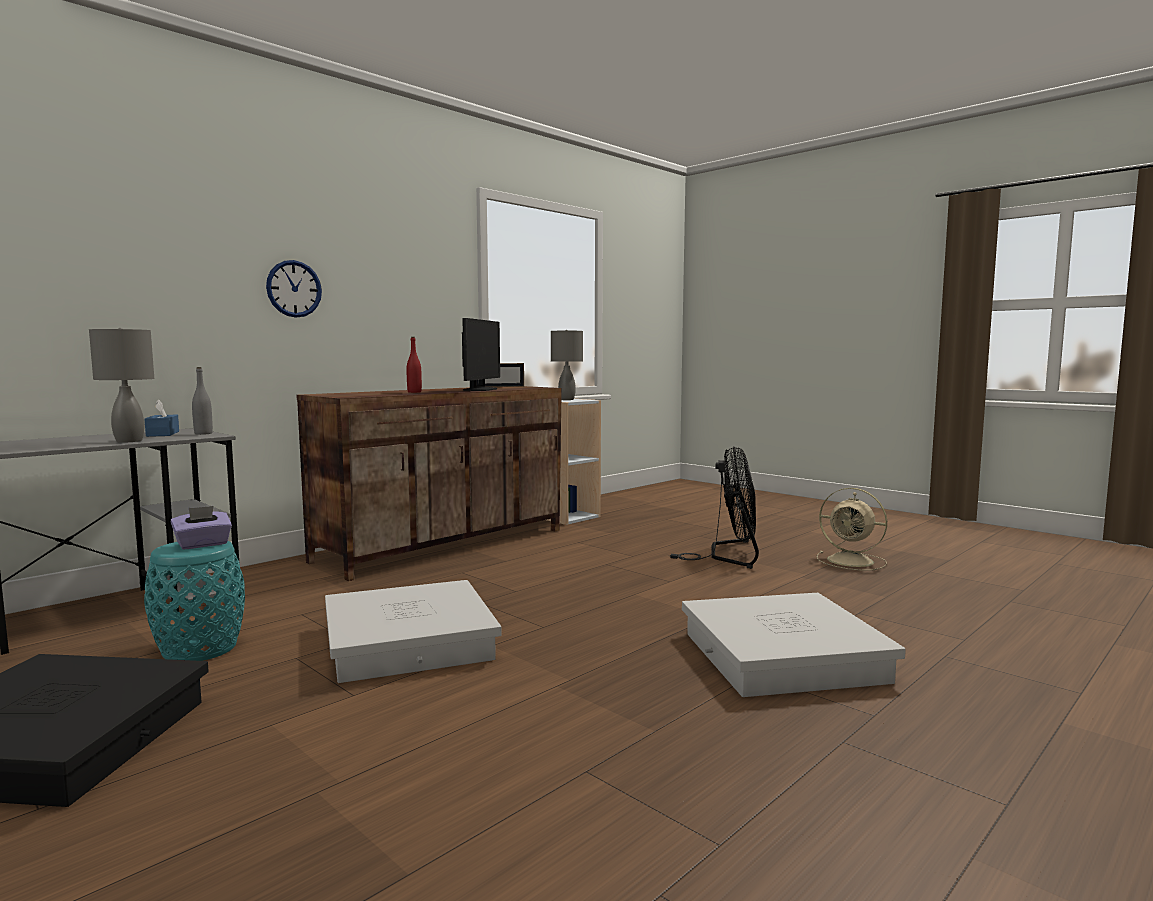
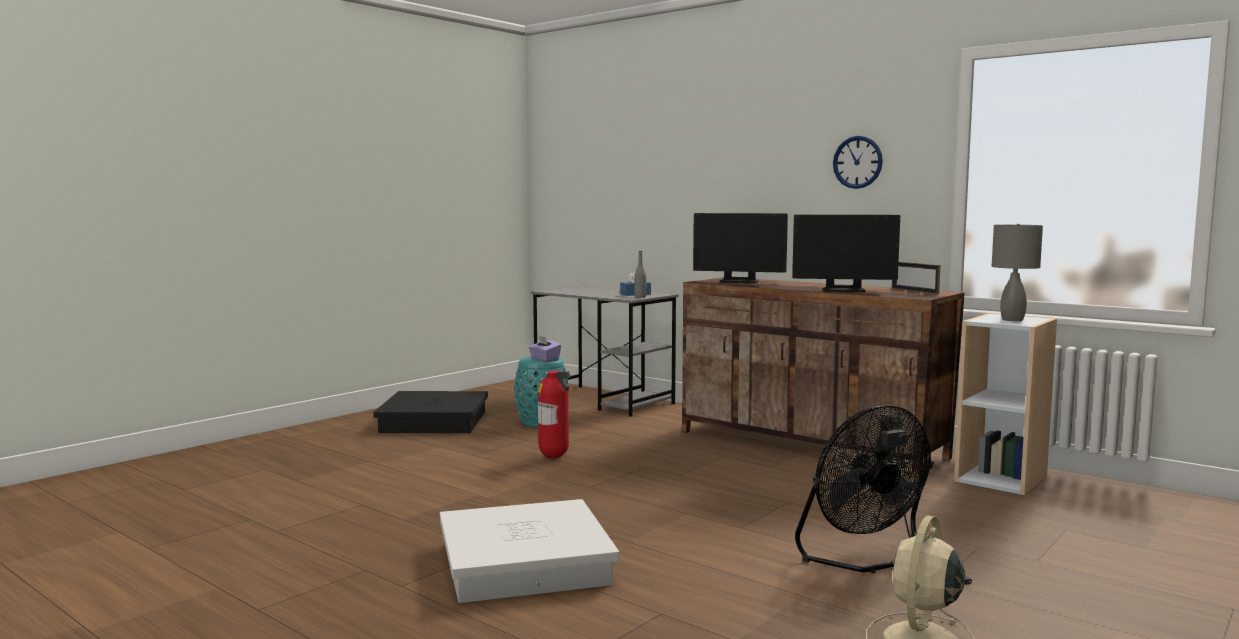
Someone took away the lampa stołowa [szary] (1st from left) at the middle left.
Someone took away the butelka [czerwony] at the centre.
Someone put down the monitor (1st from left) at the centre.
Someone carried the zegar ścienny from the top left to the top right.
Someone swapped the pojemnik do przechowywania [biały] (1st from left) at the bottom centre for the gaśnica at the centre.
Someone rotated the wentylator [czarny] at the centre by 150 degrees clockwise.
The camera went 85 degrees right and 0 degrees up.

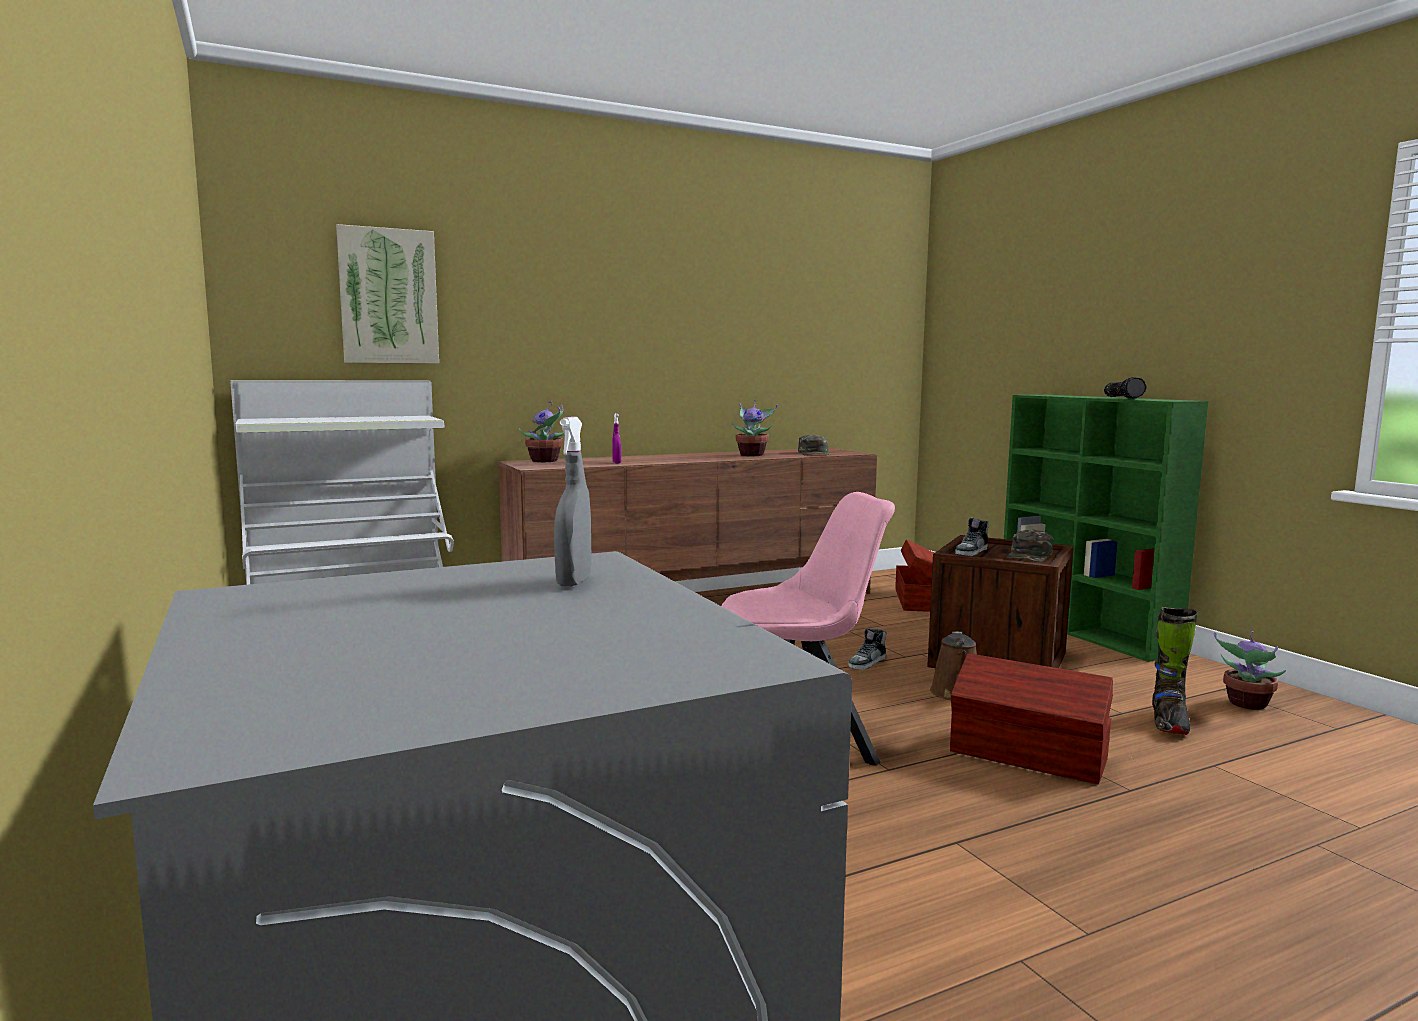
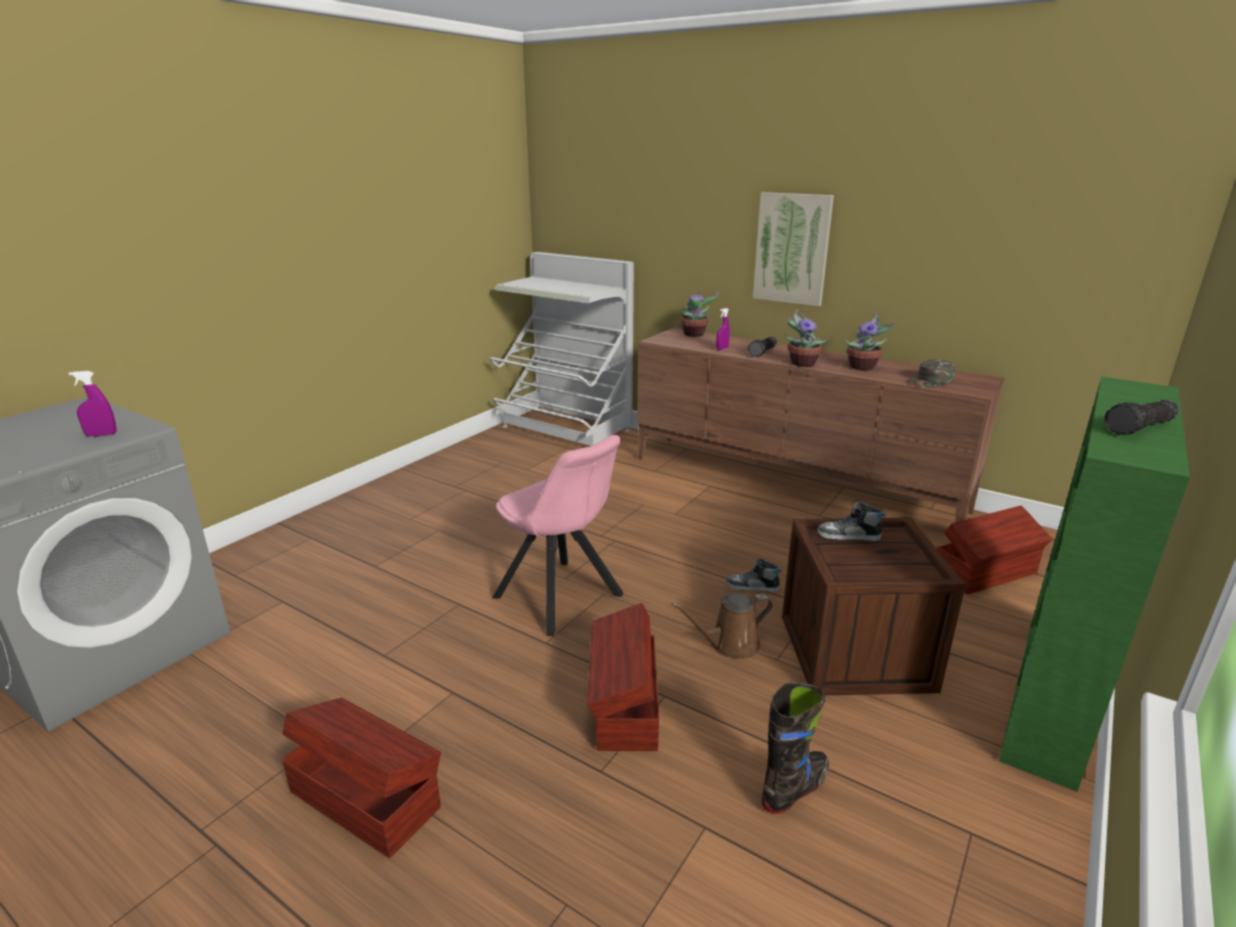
Someone took away the czapka z daszkiem [zielony] (2nd from left) at the middle right.
Someone put down the pojemnik do przechowywania [brązowy] (1st from left) at the bottom left.
Someone put down the latarka (1st from left) at the centre.
Someone carried the obraz from the top left to the top centre.
Someone carried the roślina doniczkowa (3rd from left in the first image) from the middle right to the centre.
Someone repainted the spryskiwacz [szary] at the centre, which became the spryskiwacz [fioletowy] (1st from left) at the middle left.
Someone rotated the but z cholewką [czarny] at the middle right by 150 degrees clockwise.
The camera went 60 degrees right and 15 degrees up.

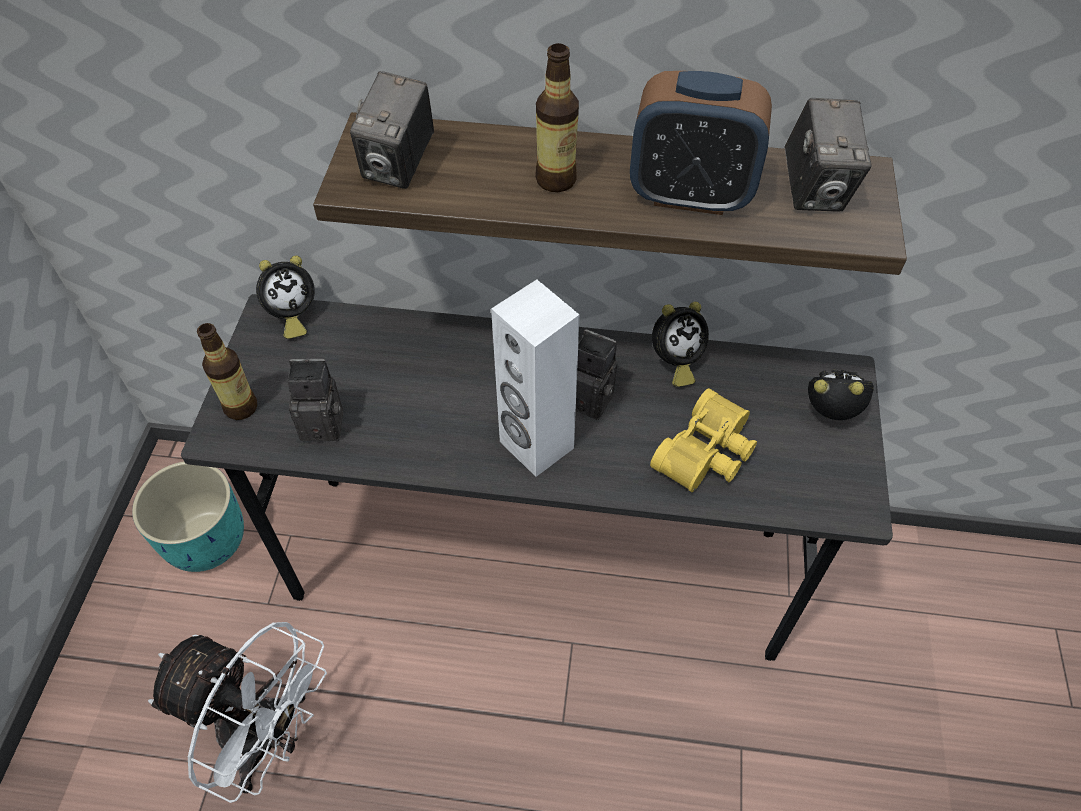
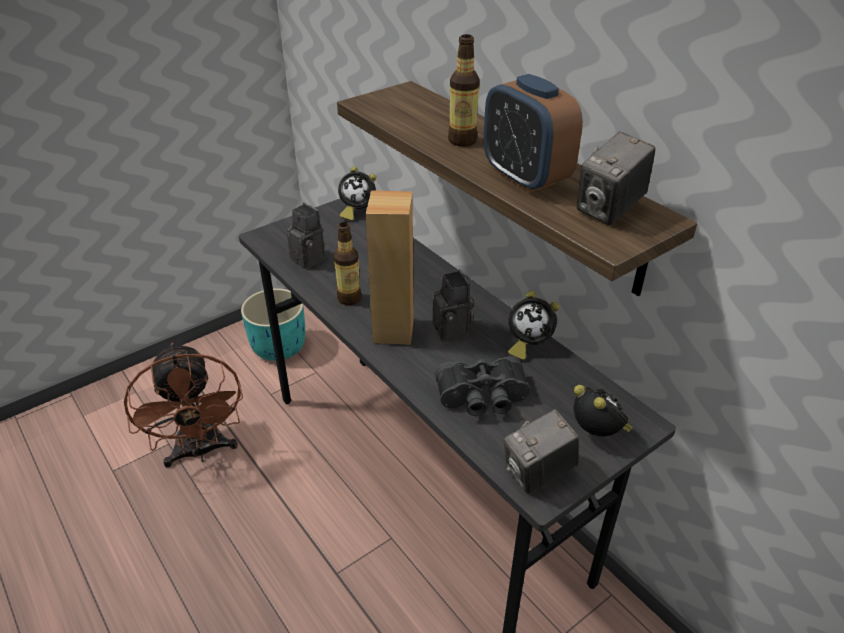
Someone carried the butelka (1st from left) from the middle left to the centre.
Someone carried the aparat fotograficzny (2nd from left in the first image) from the top centre to the bottom centre.
Someone repainted the wentylator [biały] at the bottom left, which became the wentylator [brązowy] at the middle left.
Someone repainted the głośnik [biały] at the centre, which became the głośnik [brązowy] at the centre.
Someone repainted the lornetka [żółty] at the centre, which became the lornetka [czarny] at the centre.
The camera went 45 degrees right and 15 degrees down.

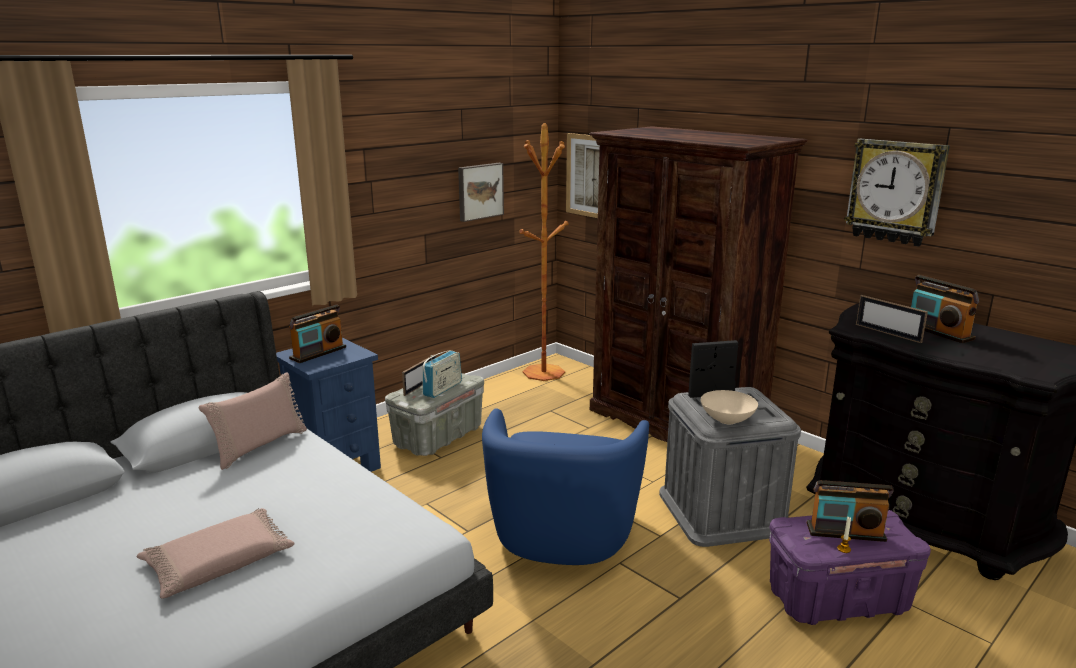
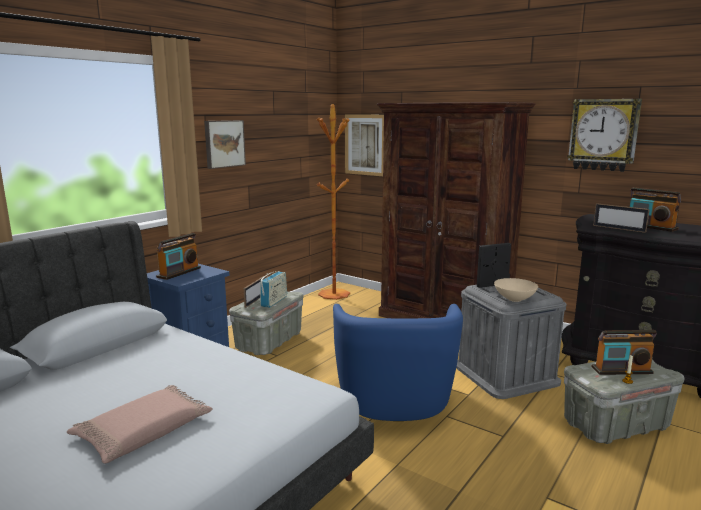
Someone took away the poduszka [beżowy] (2nd from left) at the middle left.
Someone carried the obraz (1st from left) from the top centre to the top left.
Someone repainted the pojemnik do przechowywania [fioletowy] at the bottom right, which became the pojemnik do przechowywania [szary] (3rd from left) at the bottom right.
The camera went 10 degrees left and 5 degrees down.

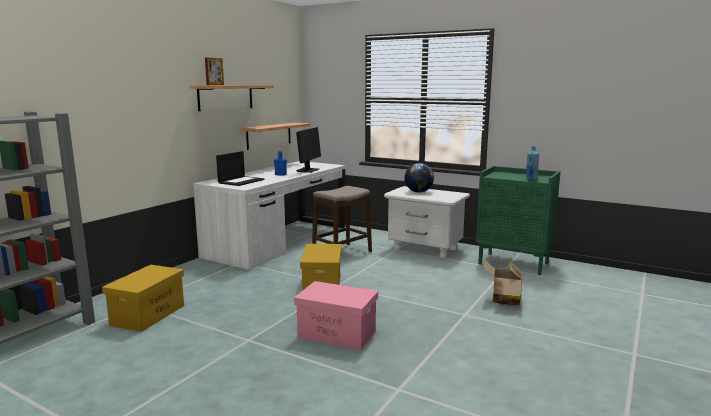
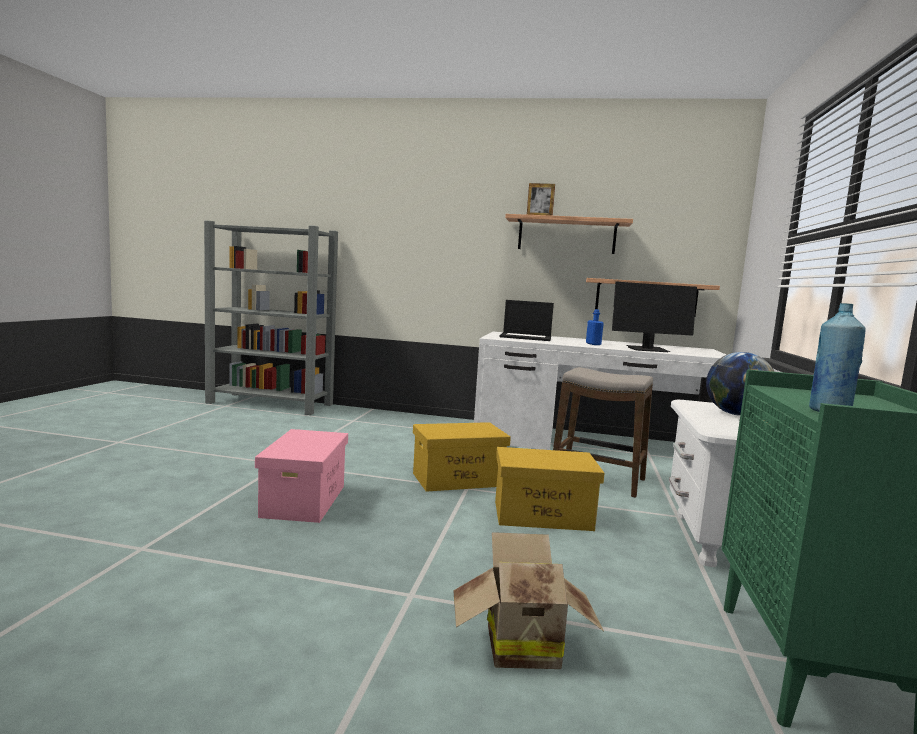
Someone carried the pojemnik do przechowywania [żółty] (1st from left in the first image) from the bottom left to the centre.
The camera went 70 degrees right and 5 degrees down.

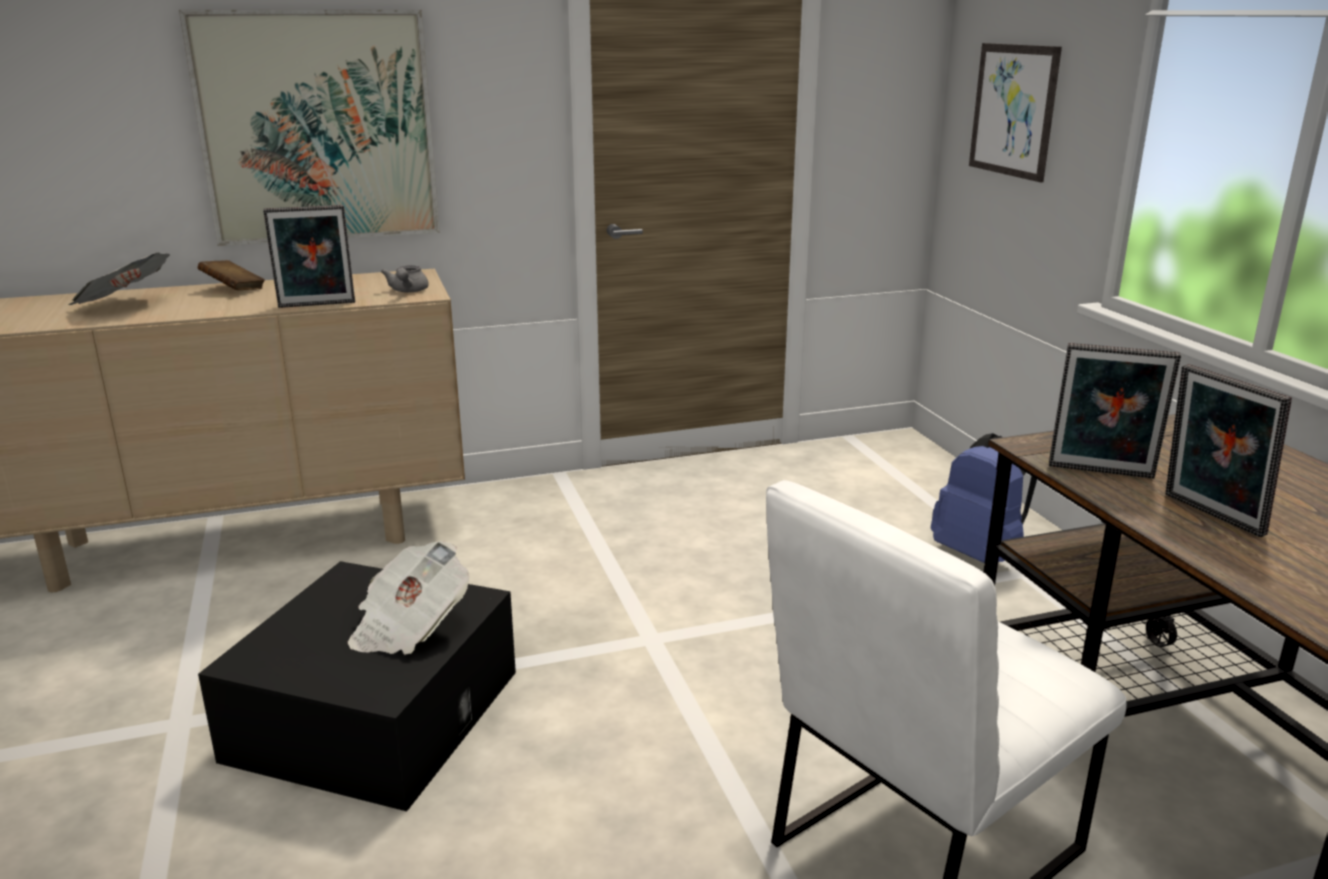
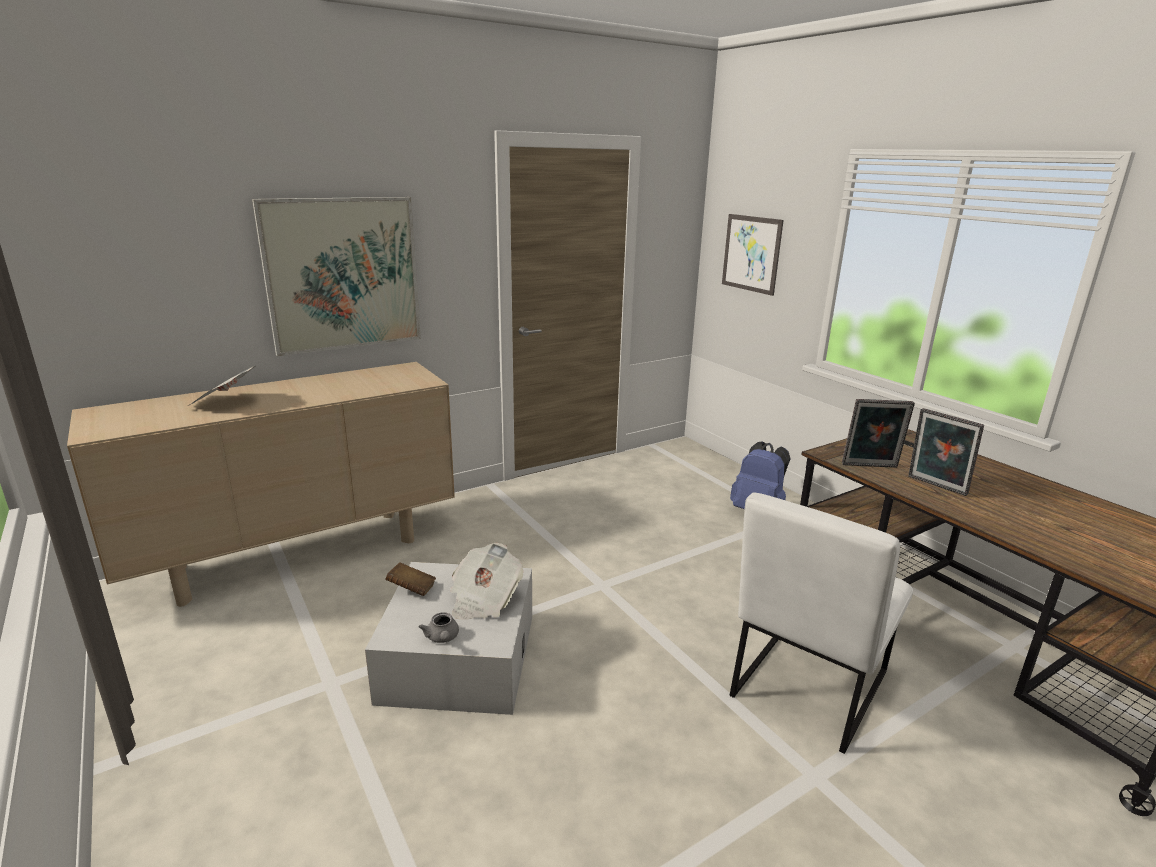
Someone took away the ramka na zdjęcie (1st from left) at the top left.
Someone carried the książka [brązowy] from the top left to the bottom centre.
Someone carried the imbryk [szary] from the top left to the bottom centre.
Someone repainted the pojemnik do przechowywania [czarny] at the bottom left, which became the pojemnik do przechowywania [biały] at the bottom centre.
The camera went 15 degrees left and 0 degrees up.

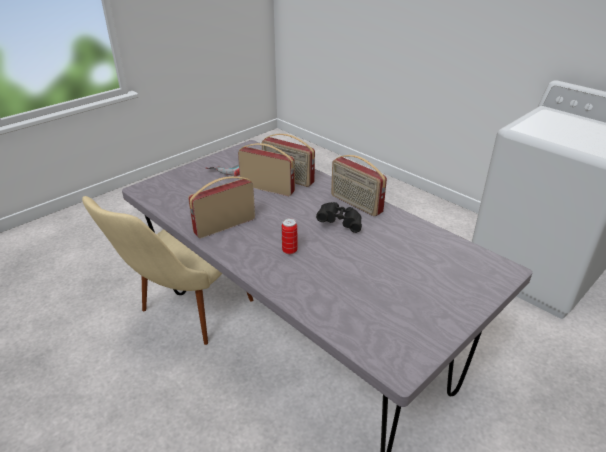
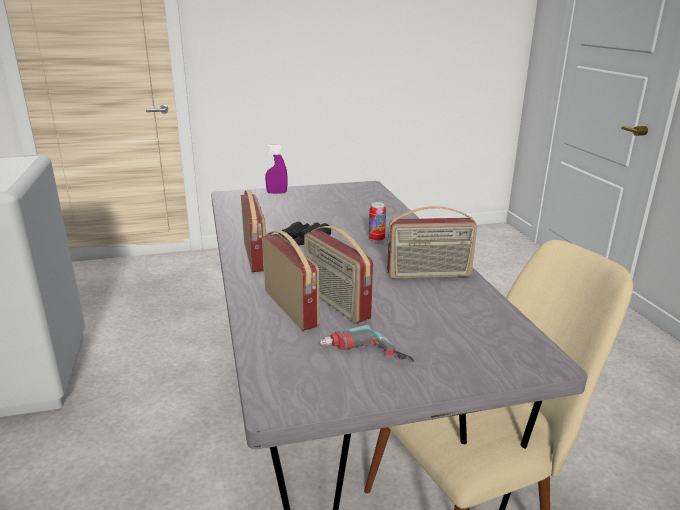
Someone put down the spryskiwacz [fioletowy] at the top centre.
The camera went 150 degrees left and 10 degrees down.

